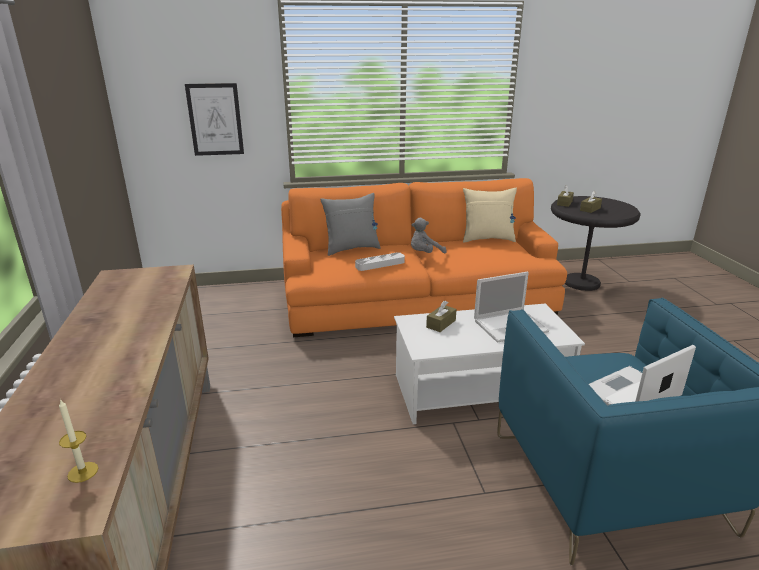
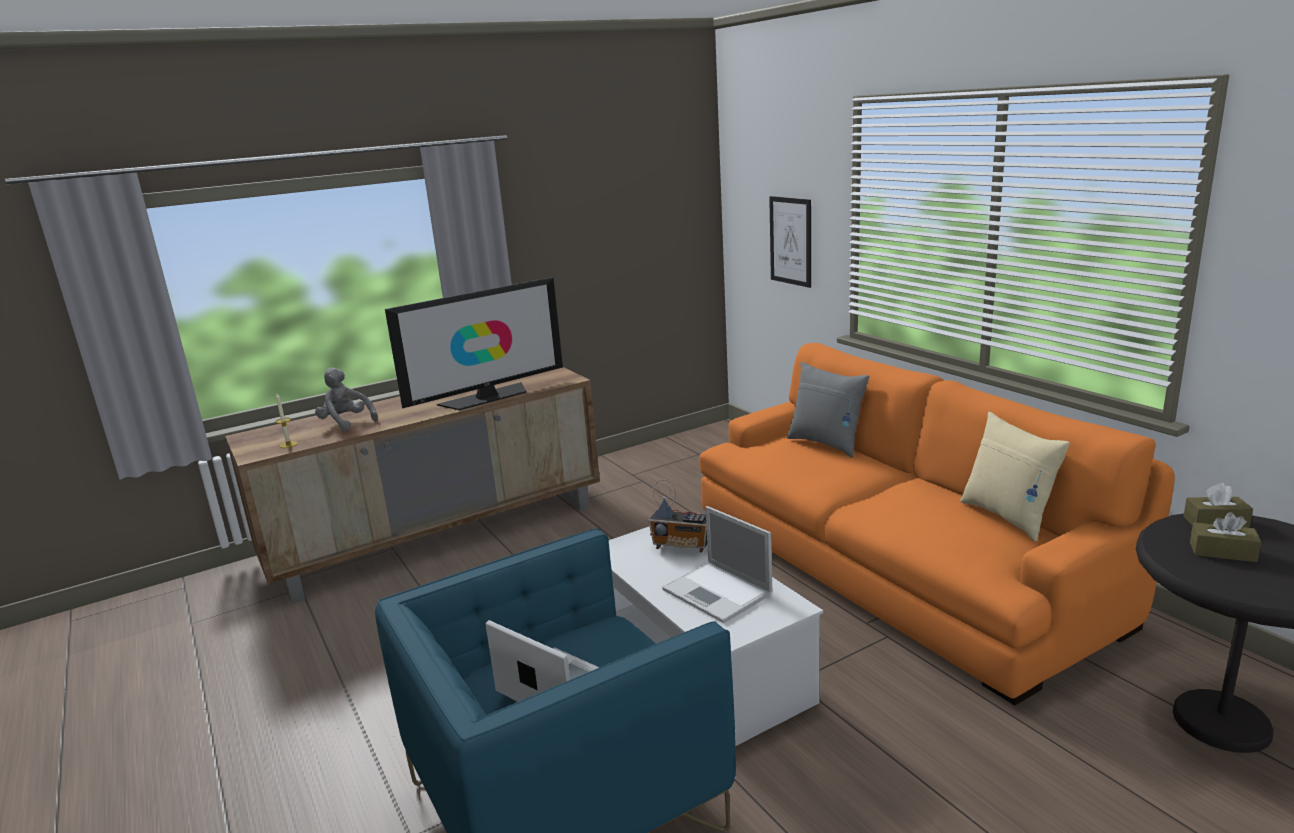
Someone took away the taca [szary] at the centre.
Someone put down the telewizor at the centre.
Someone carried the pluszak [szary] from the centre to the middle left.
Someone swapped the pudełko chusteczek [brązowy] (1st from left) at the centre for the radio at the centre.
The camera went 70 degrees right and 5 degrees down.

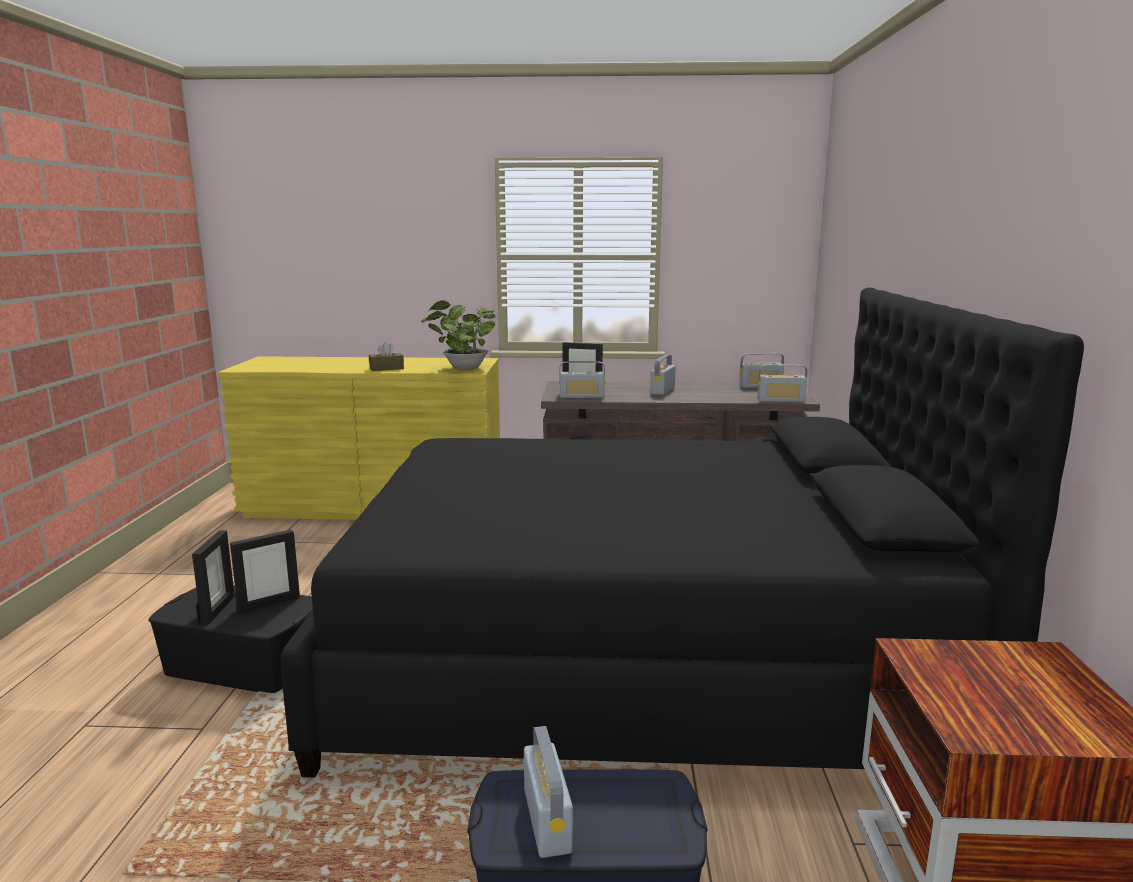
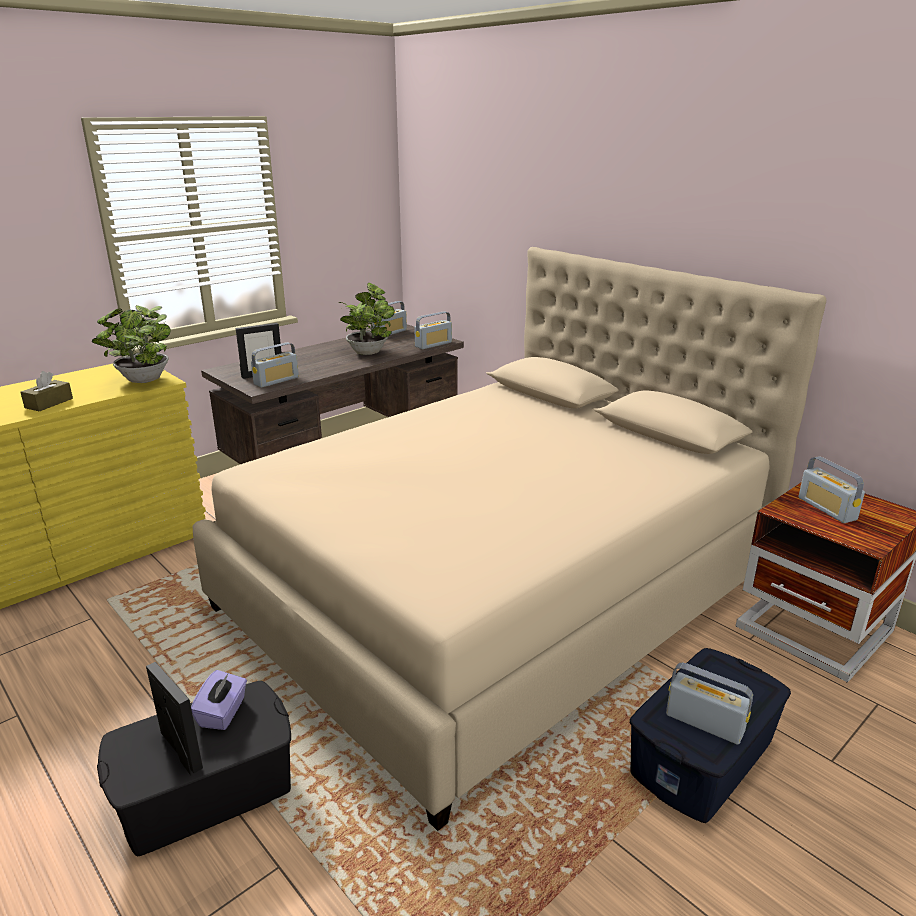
Someone put down the roślina doniczkowa (2nd from left) at the centre.
Someone carried the radio (3rd from left in the first image) from the centre to the middle right.
Someone swapped the ramka na zdjęcie (2nd from left) at the middle left for the pudełko chusteczek [fioletowy] at the bottom left.
Someone repainted the łóżko [czarny] at the centre, which became the łóżko [beżowy] at the centre.
The camera went 45 degrees left and 10 degrees up.

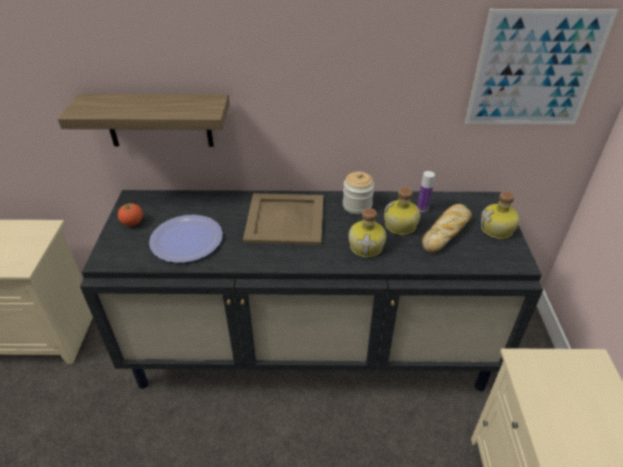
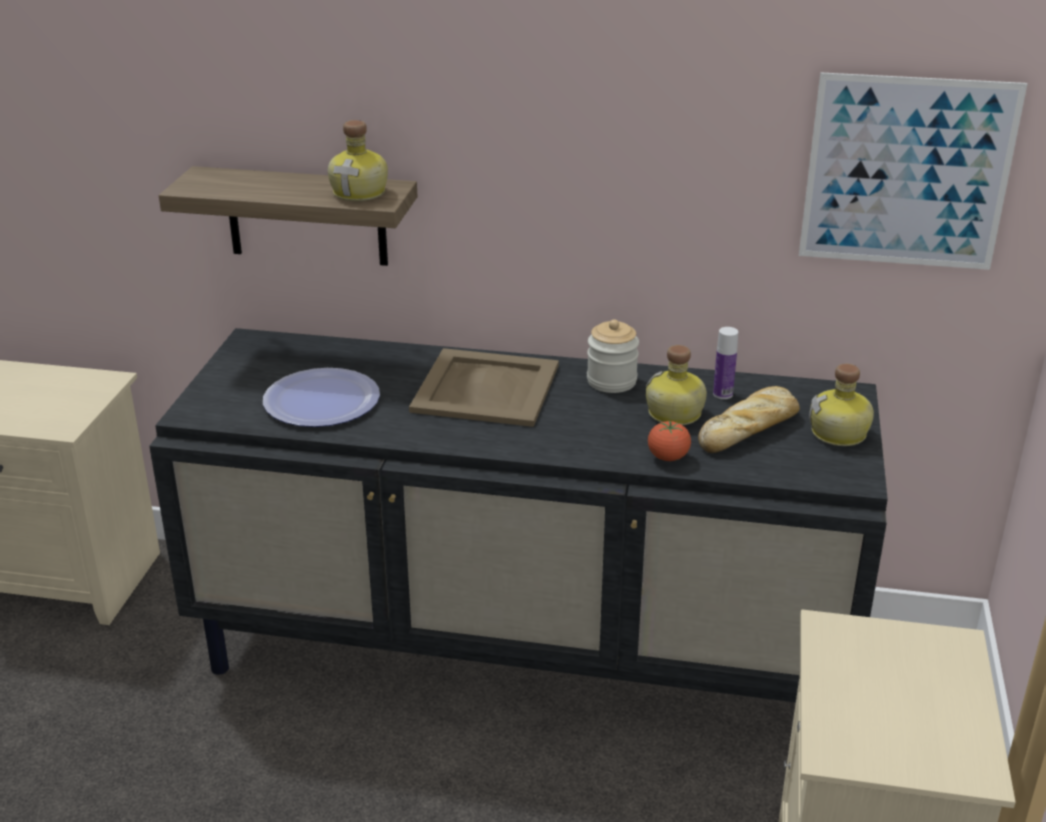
Someone carried the pomidor from the middle left to the centre.
Someone carried the butelka (1st from left) from the centre to the top centre.
The camera went 10 degrees right and 10 degrees down.

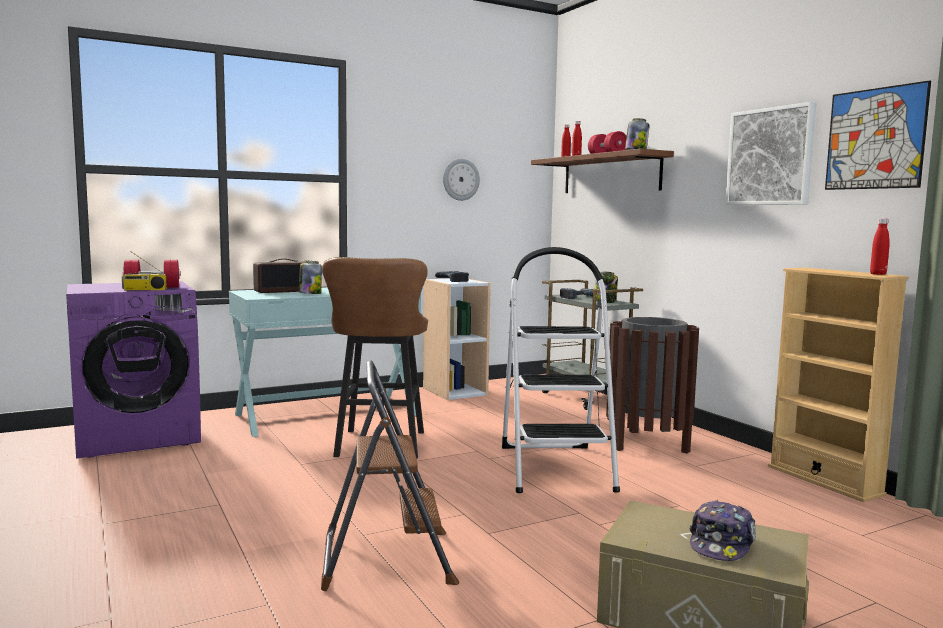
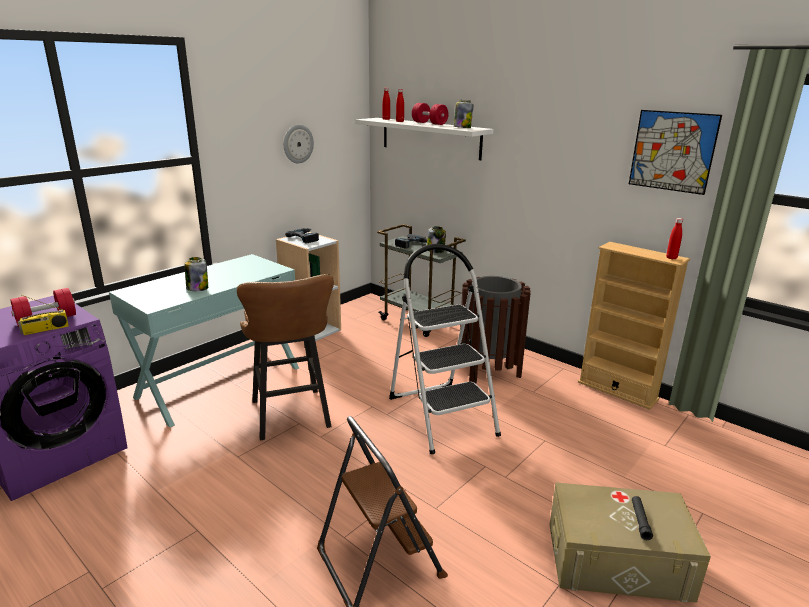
Someone took away the radio (2nd from left) at the middle left.
Someone took away the obraz (1st from left) at the top right.
Someone swapped the czapka z daszkiem at the bottom right for the latarka [czarny] at the bottom right.
Someone repainted the półka [brązowy] at the top centre, which became the półka [biały] at the top centre.
The camera went 20 degrees left and 15 degrees up.

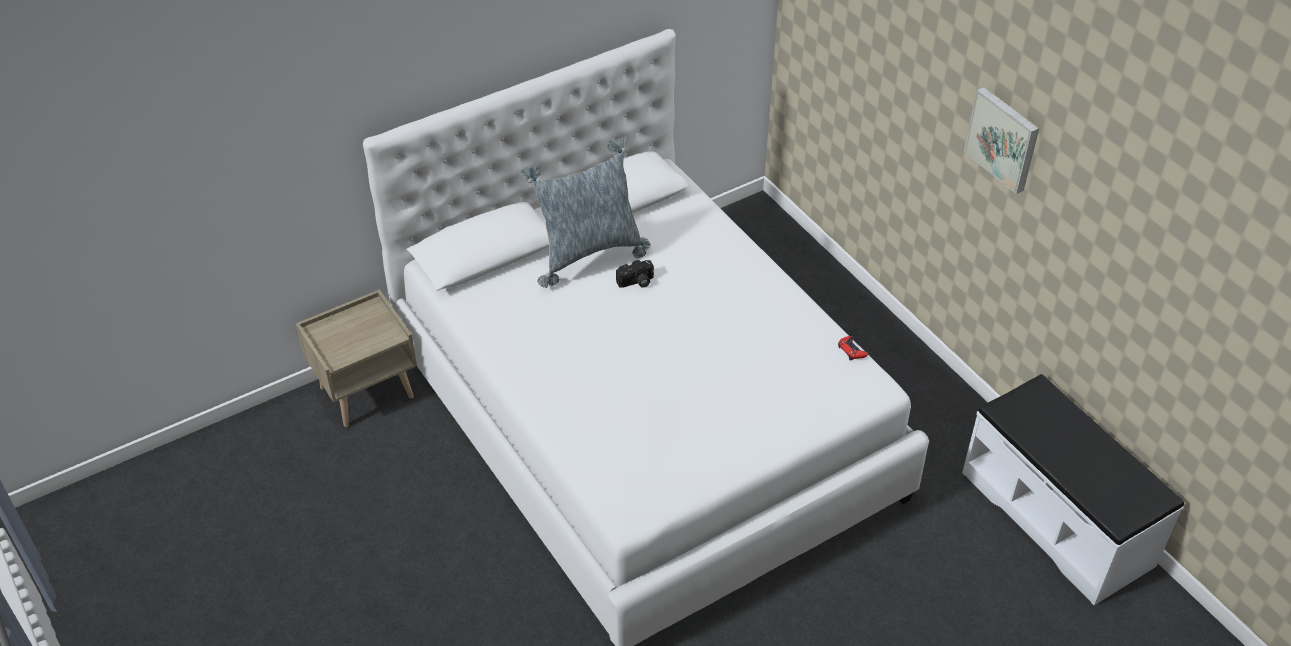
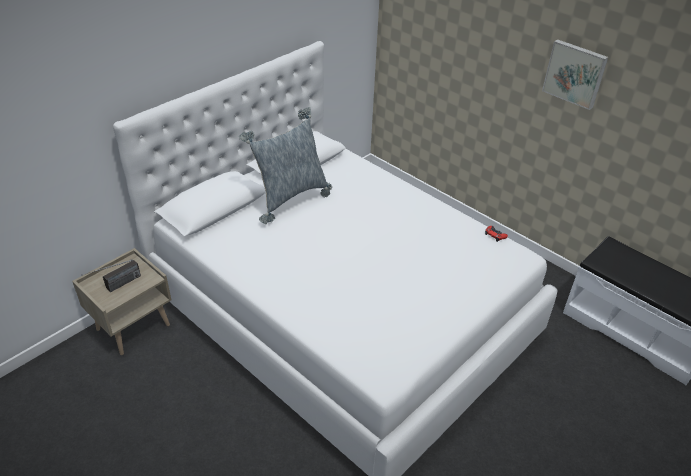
Someone took away the aparat fotograficzny at the centre.
Someone put down the radio at the middle left.
The camera went 15 degrees left and 5 degrees down.

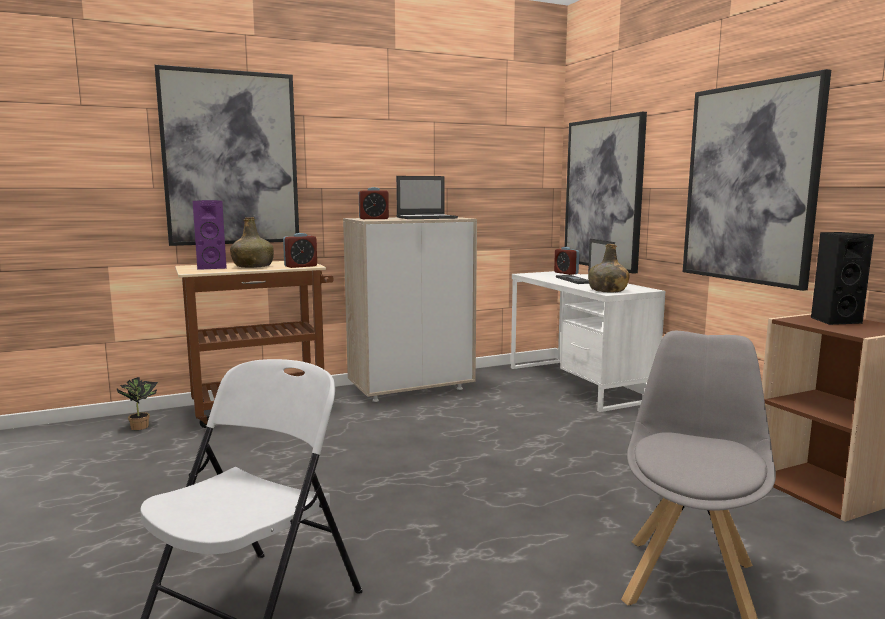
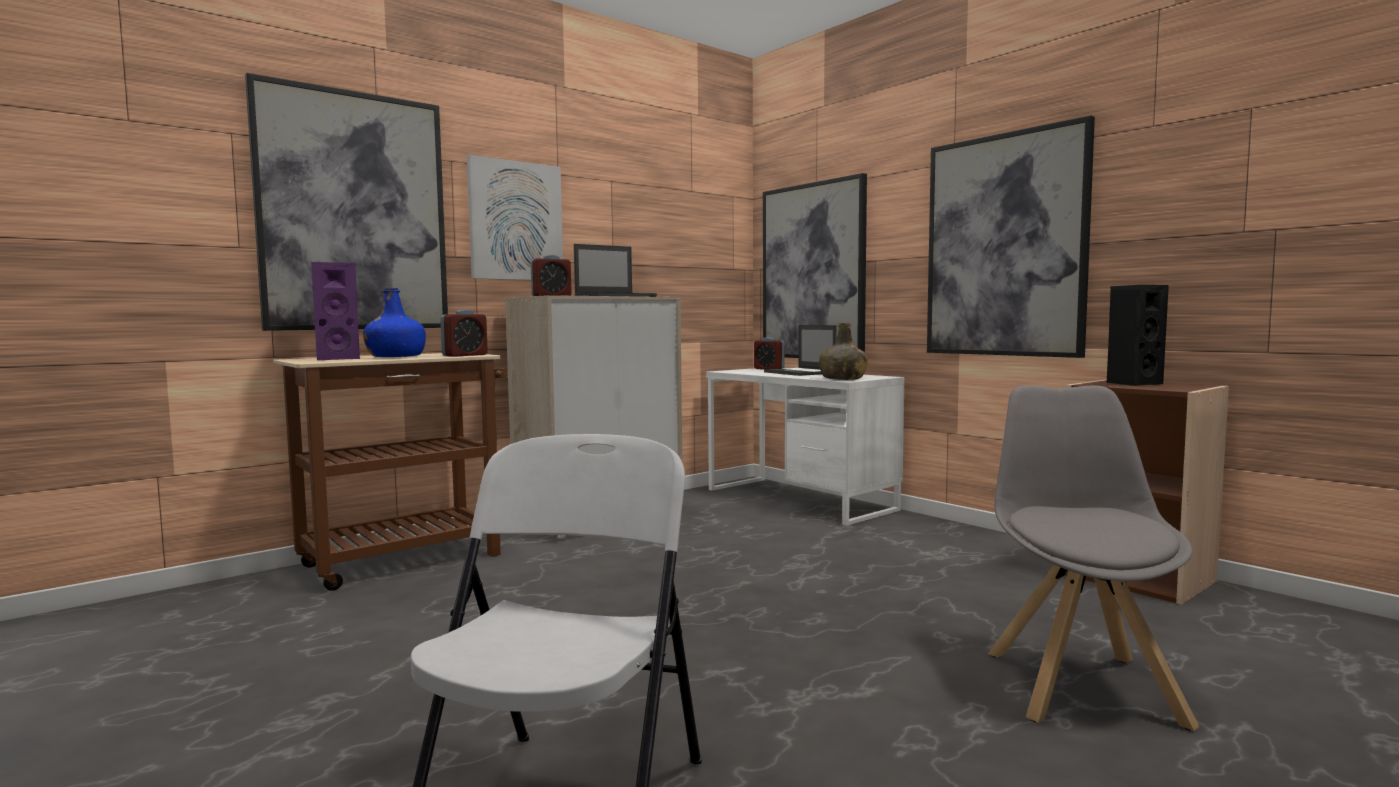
Someone took away the roślina doniczkowa at the middle left.
Someone put up the obraz (2nd from left) at the top centre.
Someone repainted the butelka [zielony] (1st from left) at the middle left, which became the butelka [niebieski] at the middle left.
The camera went 15 degrees left and 5 degrees down.

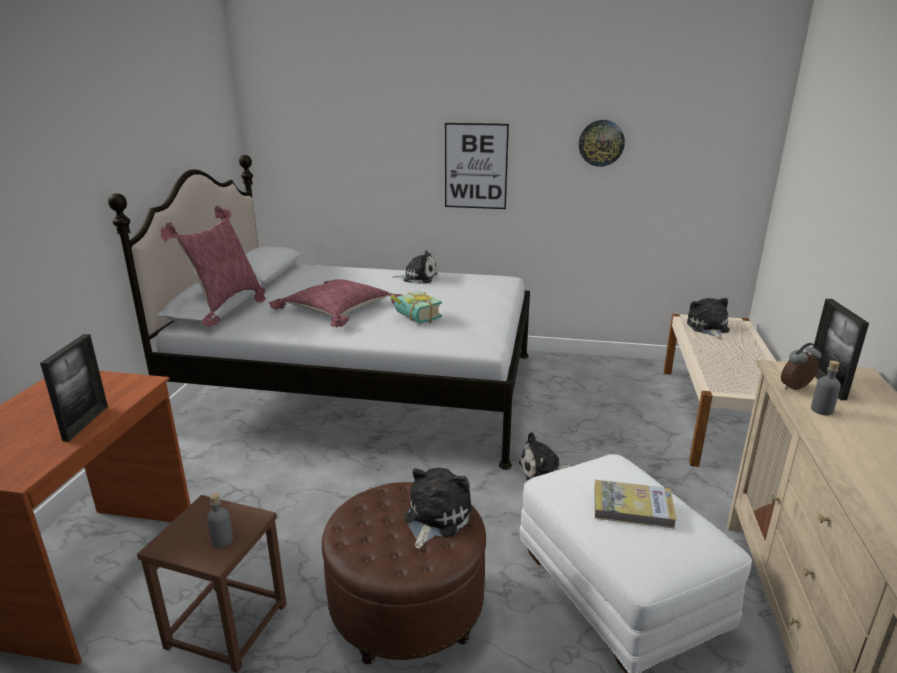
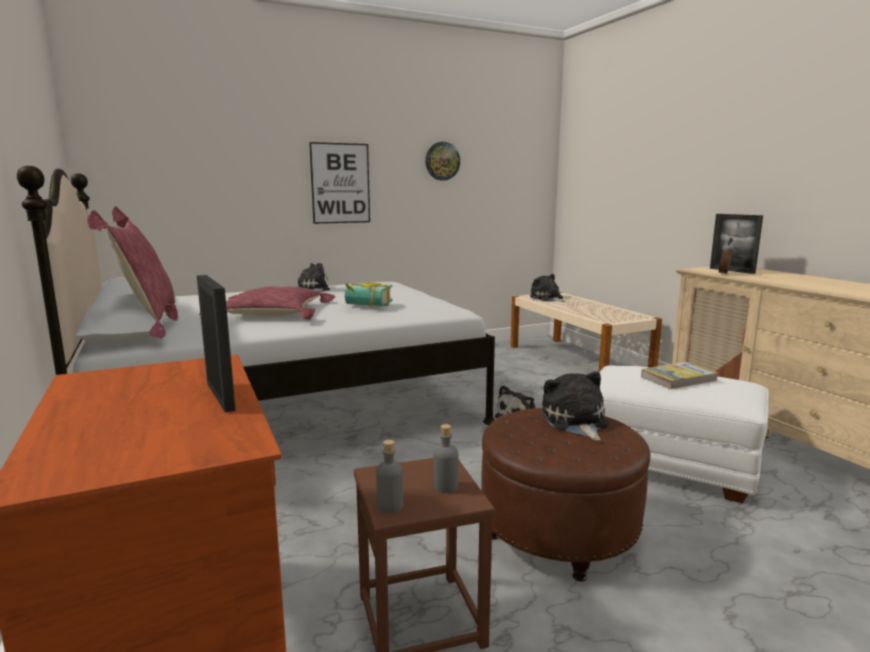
Someone carried the butelka [szary] (2nd from left in the first image) from the middle right to the bottom centre.
The camera went 35 degrees left and 10 degrees down.

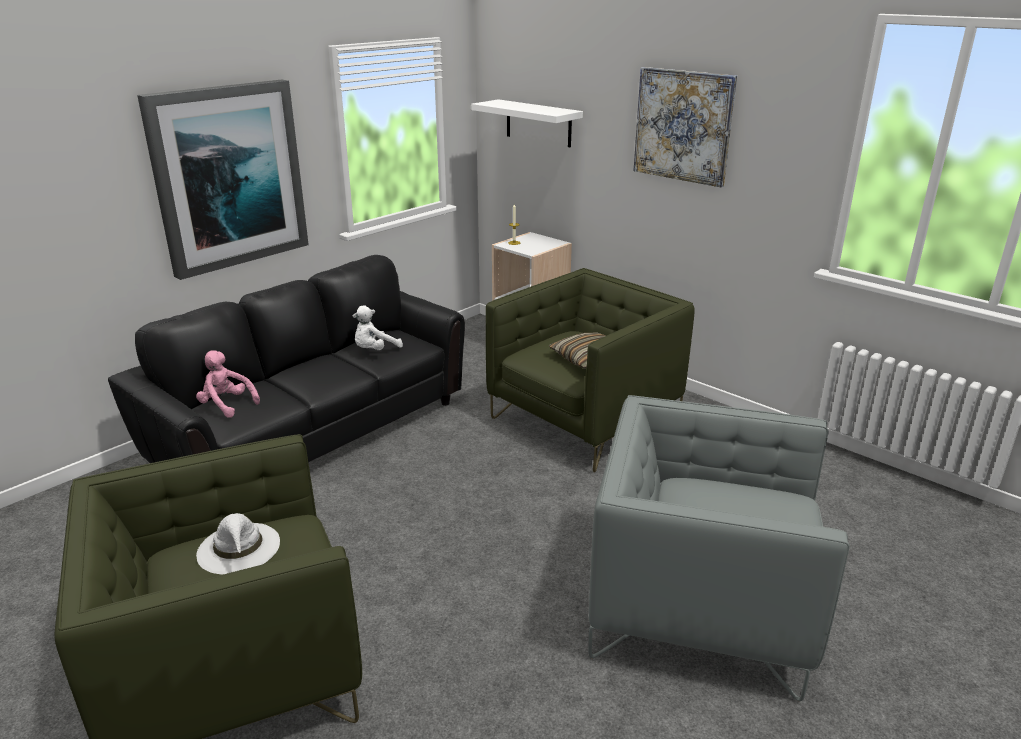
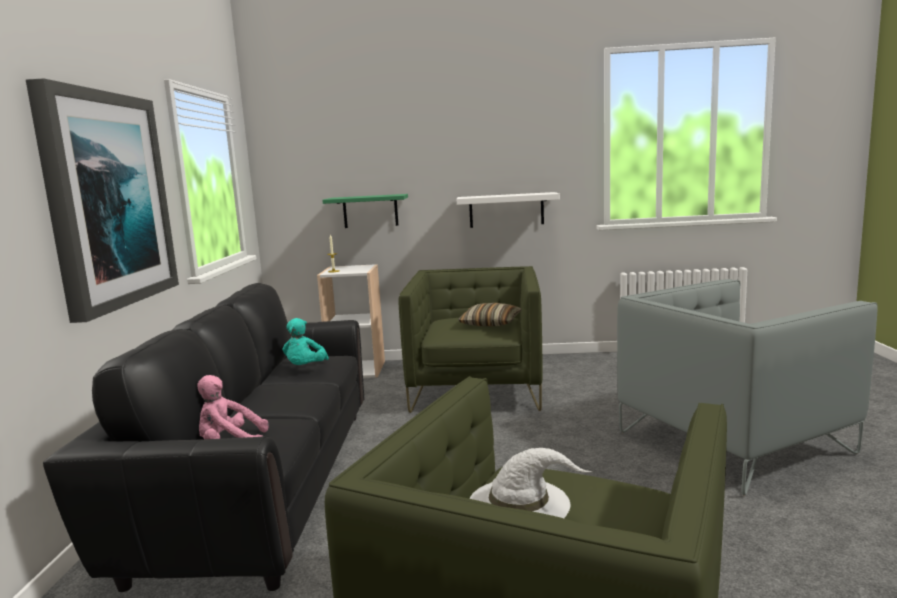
Someone took away the obraz (2nd from left) at the top right.
Someone put up the półka [zielony] at the centre.
Someone carried the półka [biały] from the top centre to the centre.
Someone repainted the pluszak [biały] at the centre, which became the pluszak [turkusowy] at the centre.
The camera went 40 degrees left and 15 degrees down.

